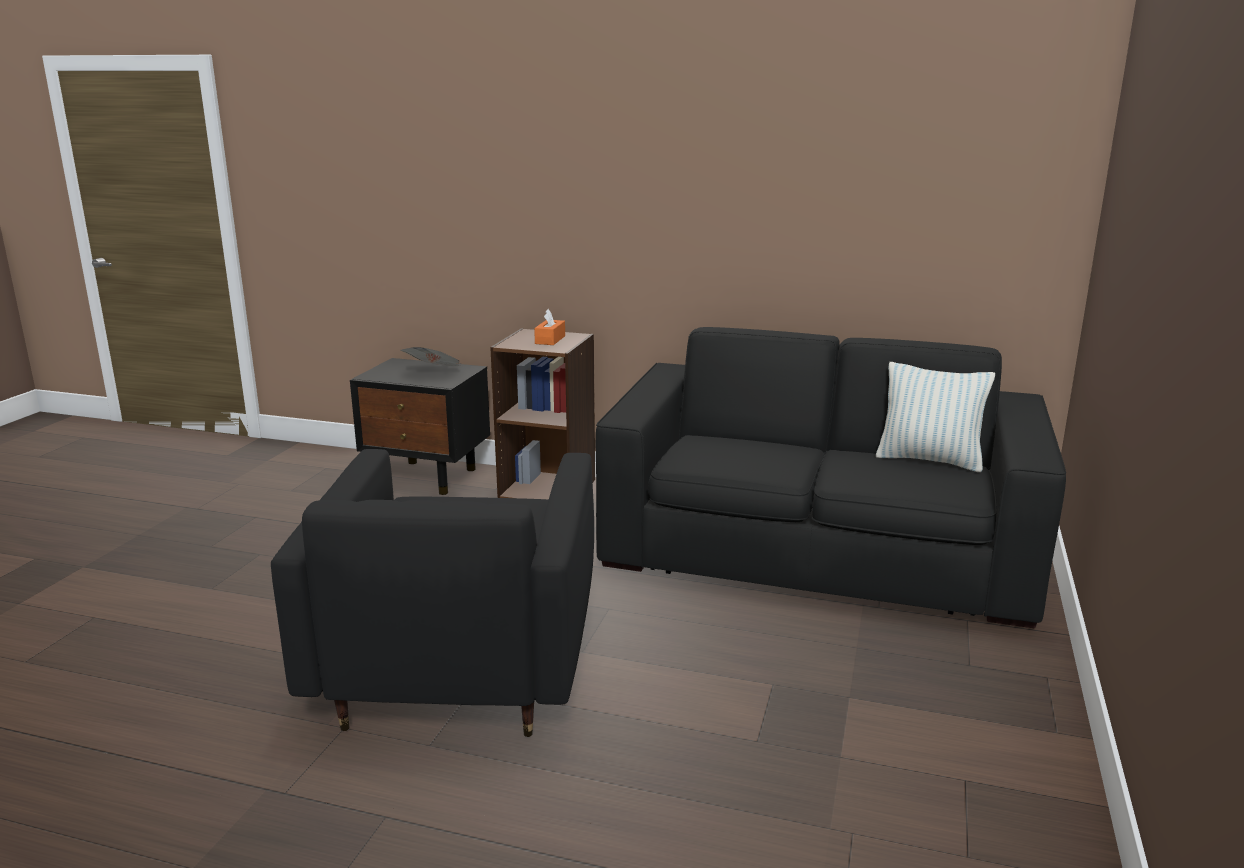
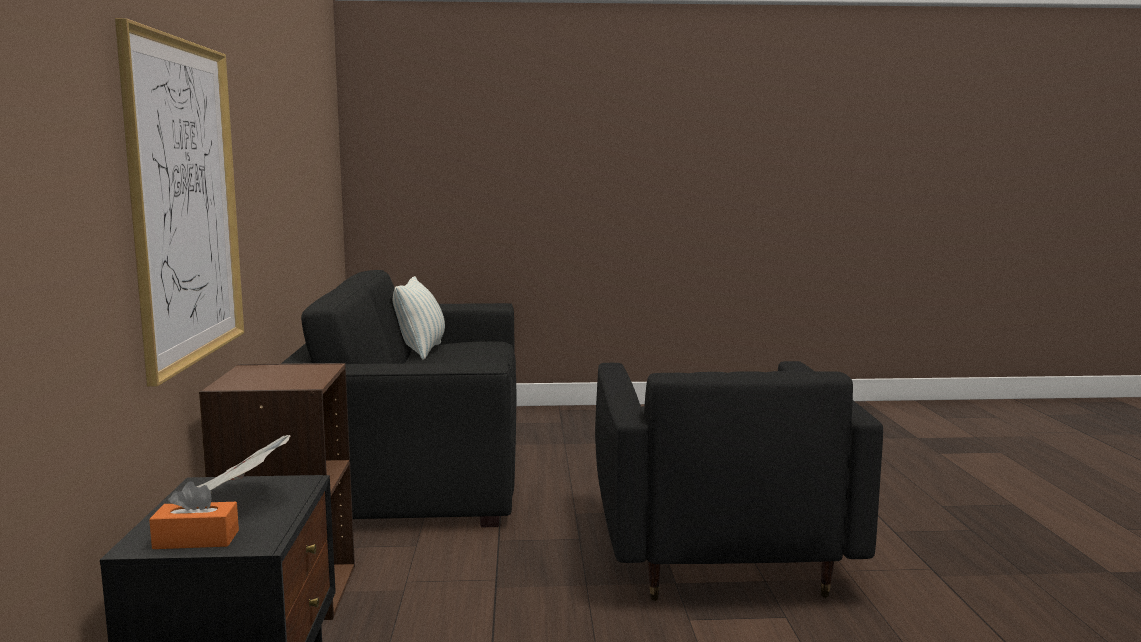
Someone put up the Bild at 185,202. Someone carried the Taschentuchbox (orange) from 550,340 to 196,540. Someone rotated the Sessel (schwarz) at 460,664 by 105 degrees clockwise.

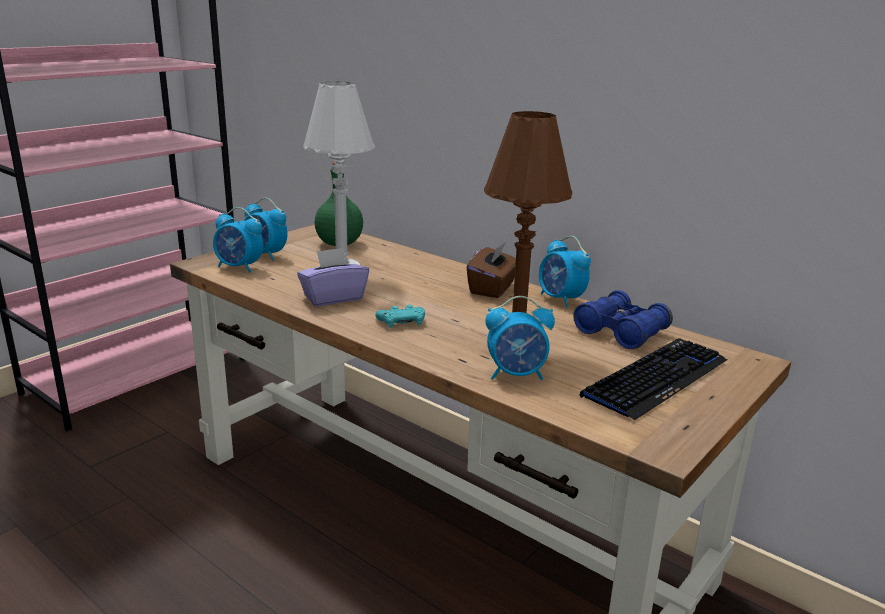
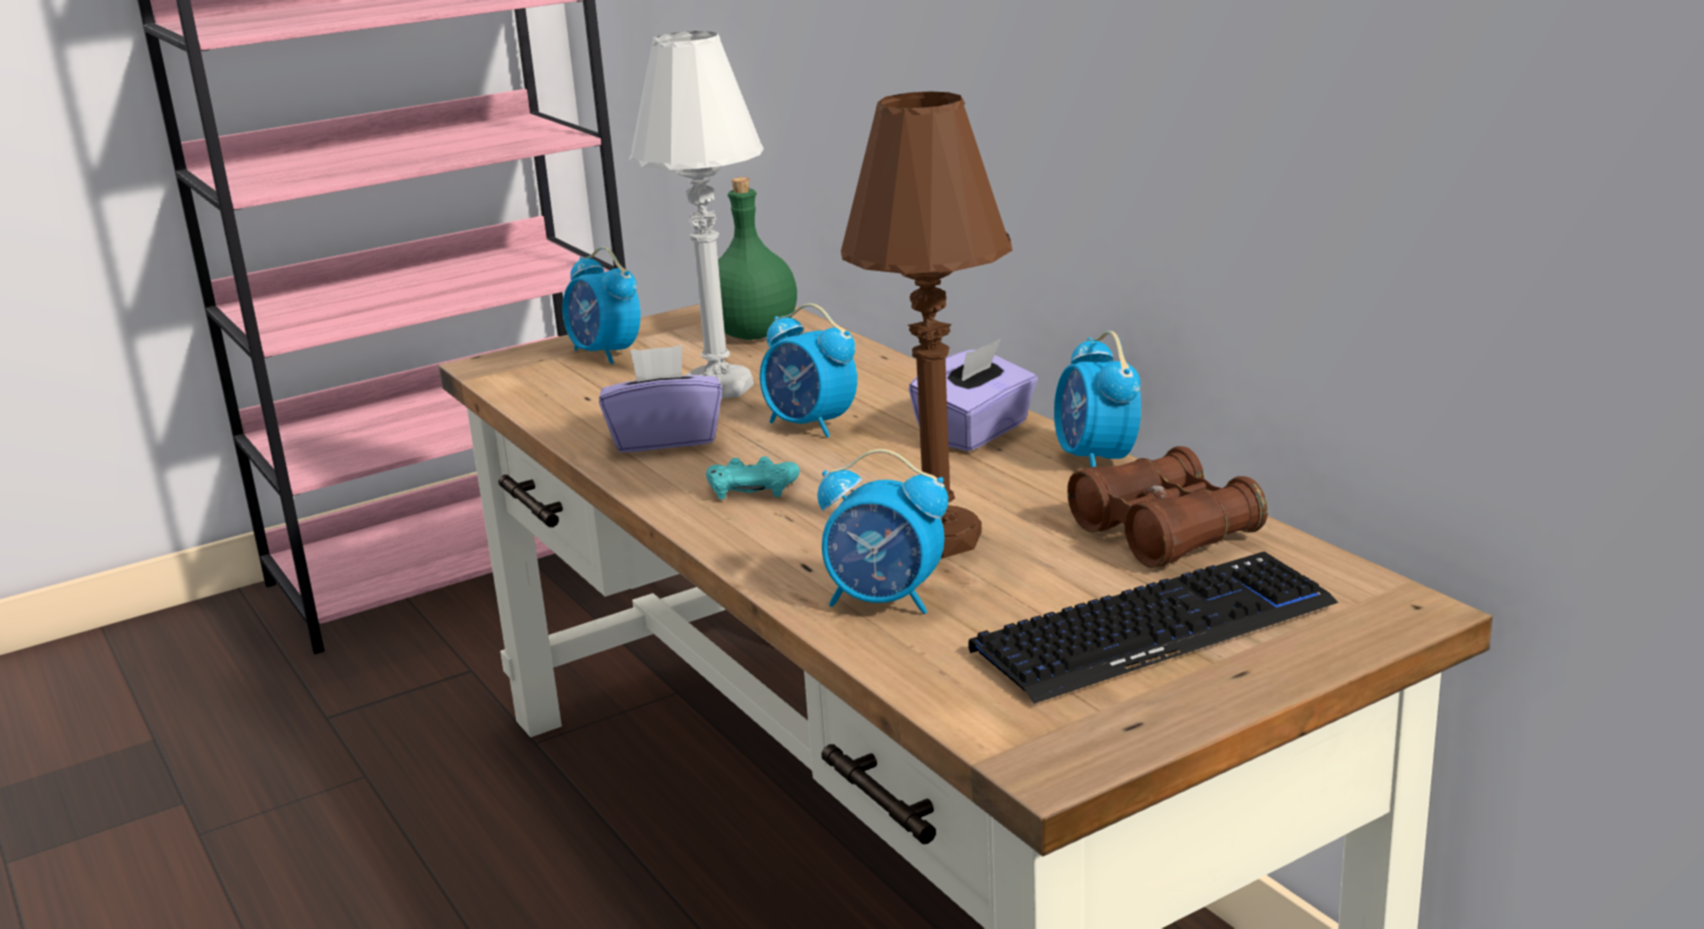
Someone carried the Wecker from 239,267 to 810,425. Someone repainted the Taschentuchbox (braun) at 492,288, which became the Taschentuchbox (lila) at 976,432. Someone repainted the Fernglas (blau) at 621,332, which became the Fernglas (braun) at 1164,533.

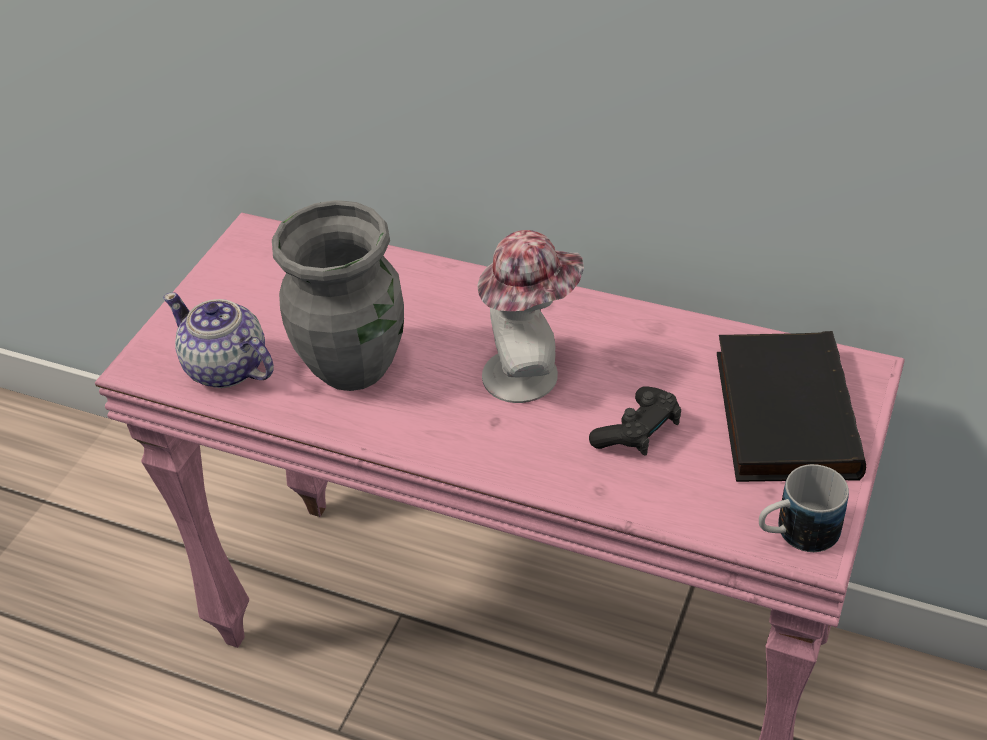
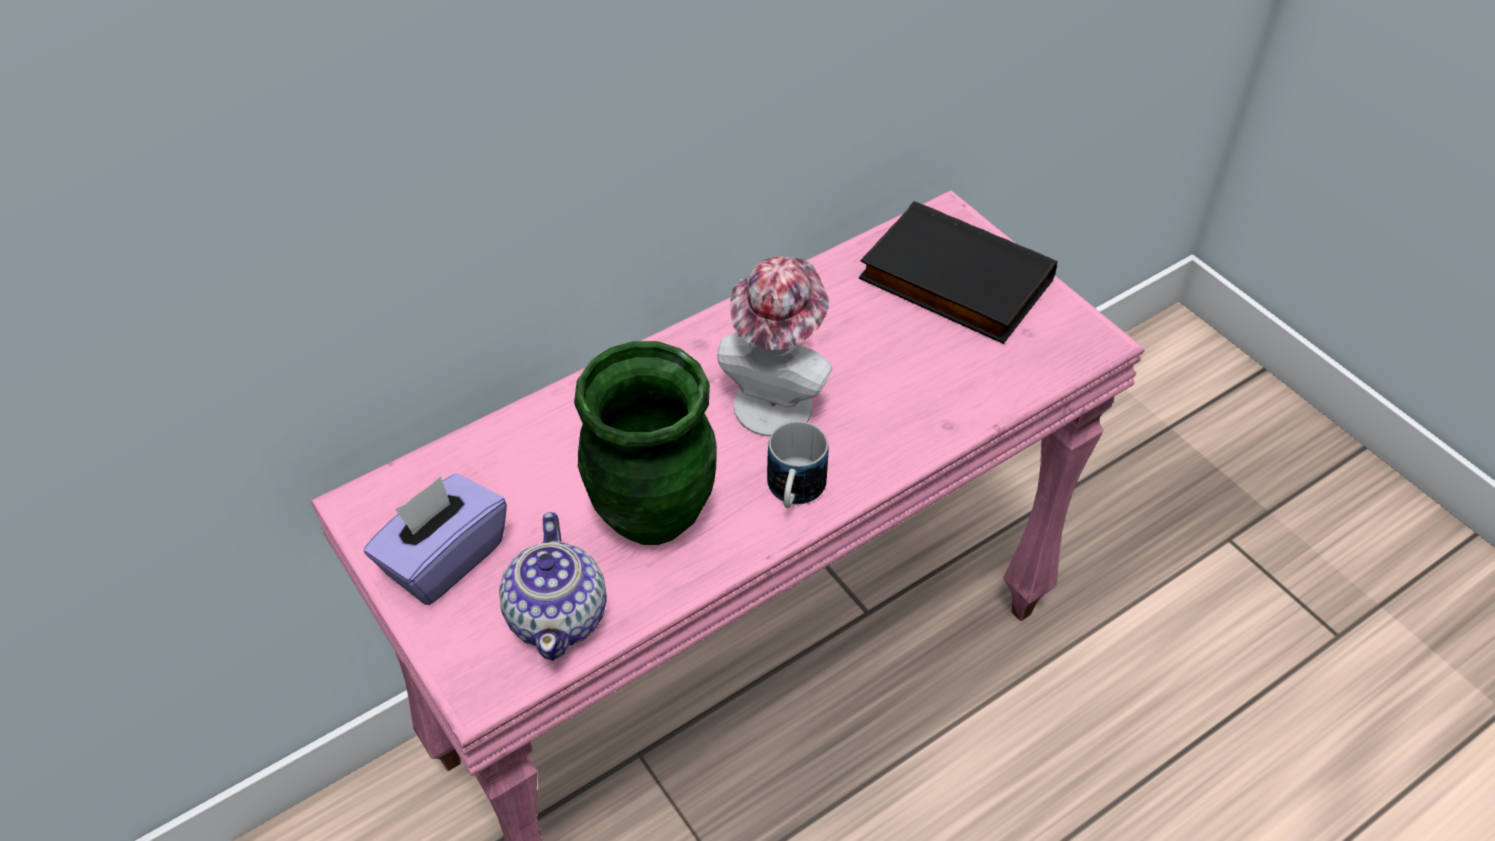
Someone put down the Taschentuchbox (lila) at 444,559. Someone rotated the Teekanne at 227,369 by 75 degrees counterclockwise. Someone repainted the Vase (grau) at 355,366, which became the Vase (grün) at 652,513. Someone carried the Henkelbecher from 796,533 to 794,493. Someone took away the Gamepad (schwarz) at 638,433.

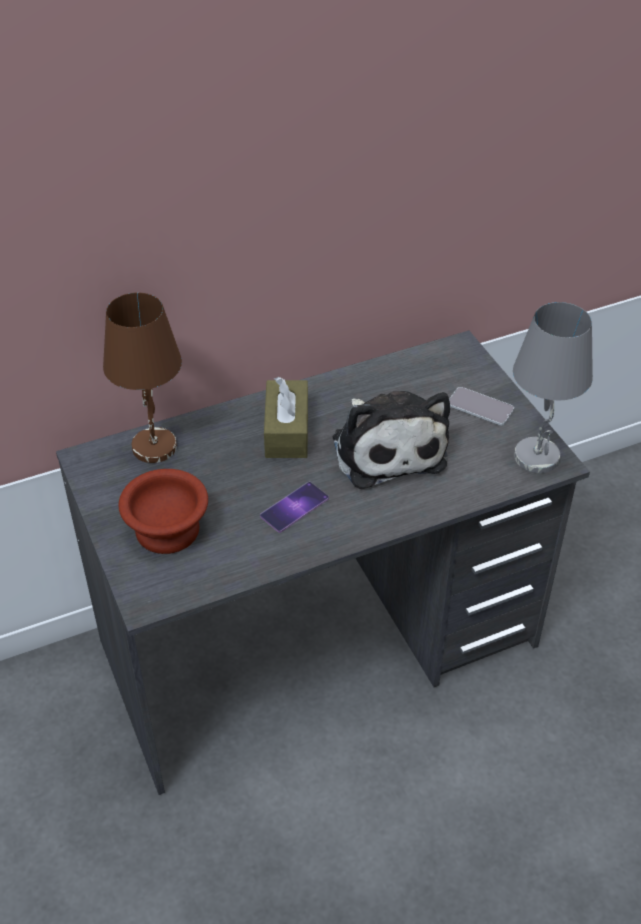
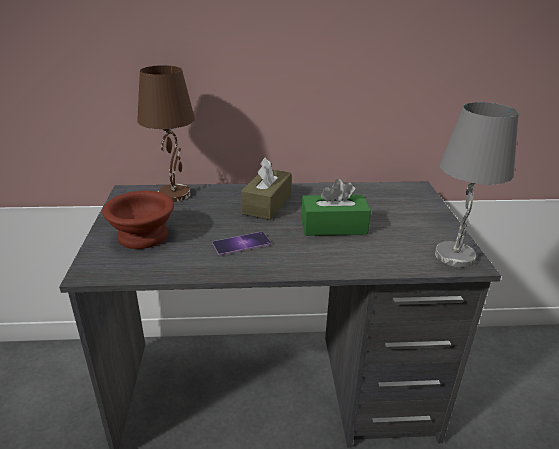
Someone swapped the Plüschtier at 387,448 for the Taschentuchbox (grün) at 333,226. Someone took away the Handy at 480,407.

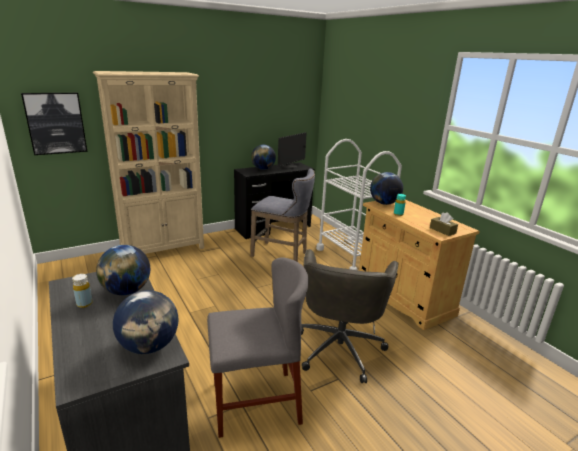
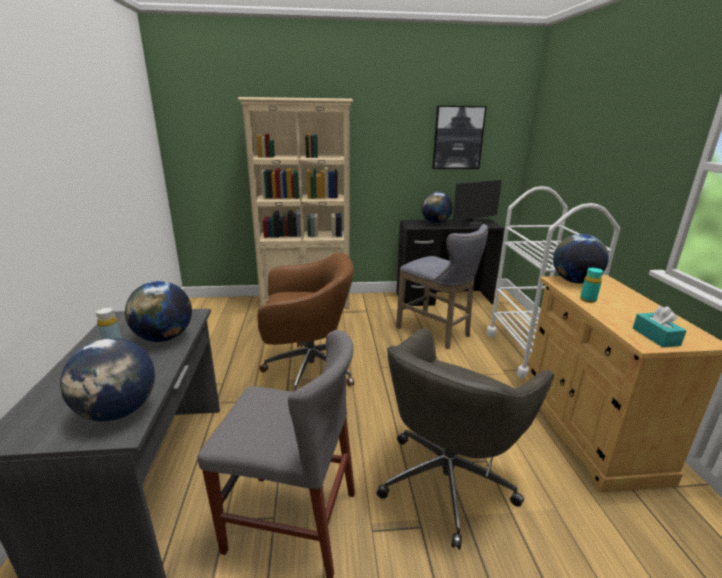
Someone put down the Bürostuhl (braun) at 307,369. Someone carried the Bild from 56,123 to 458,138. Someone repainted the Taschentuchbox (braun) at 442,230, which became the Taschentuchbox (türkis) at 655,336.

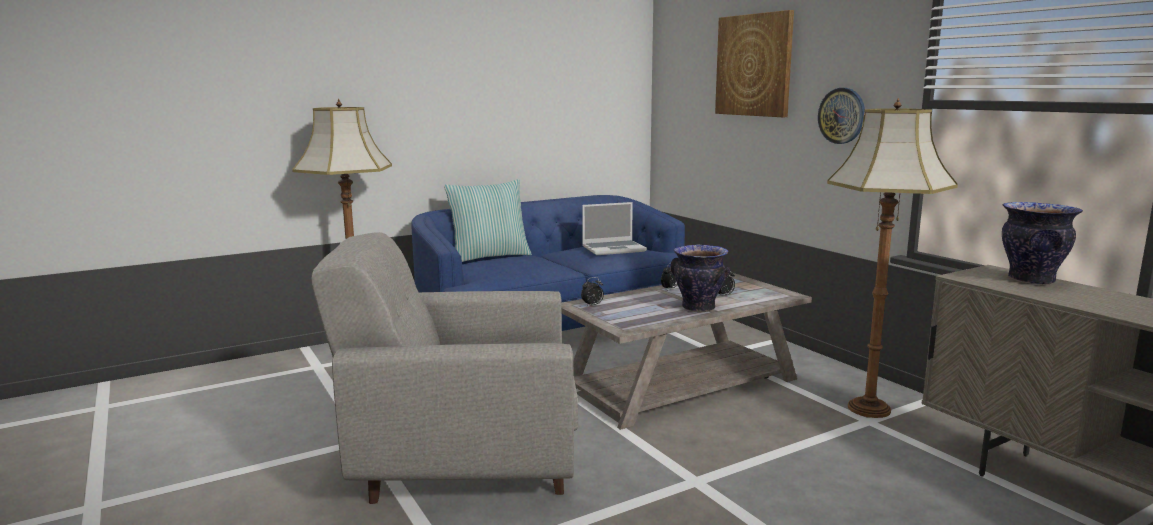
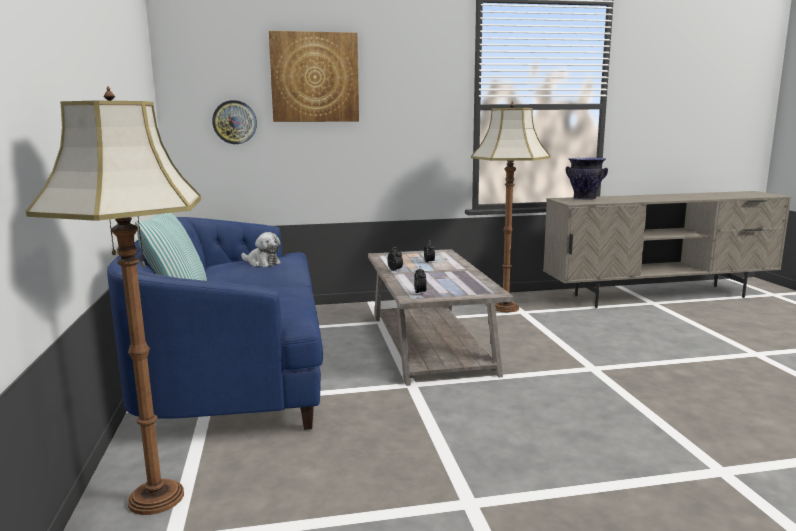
Someone carried the Wanduhr from 842,115 to 234,122. Someone swapped the Laptop at 614,249 for the Plüschtier at 262,263. Someone took away the Sessel (grau) at 462,465. Someone took away the Vase at 698,308.

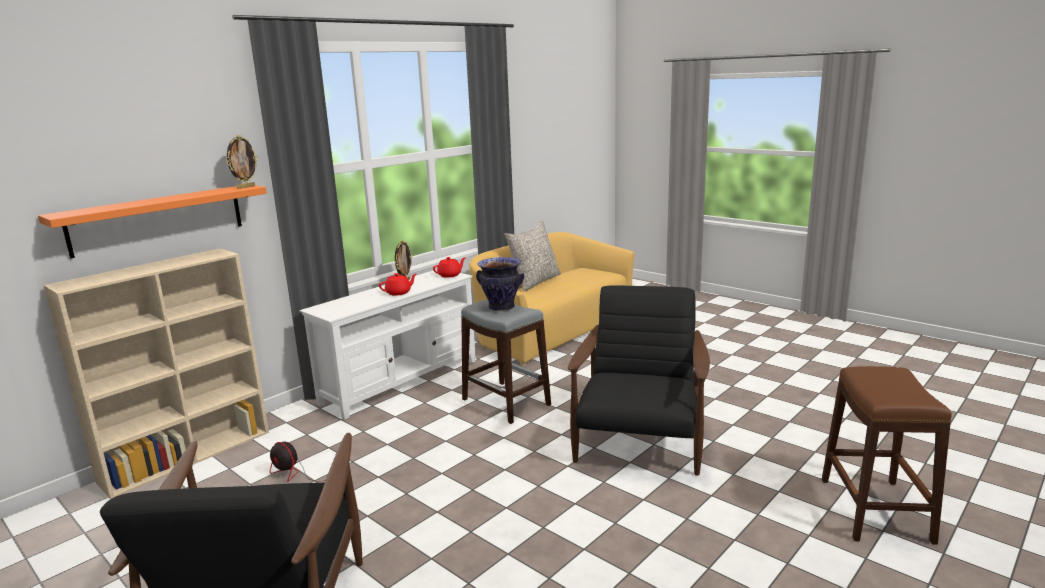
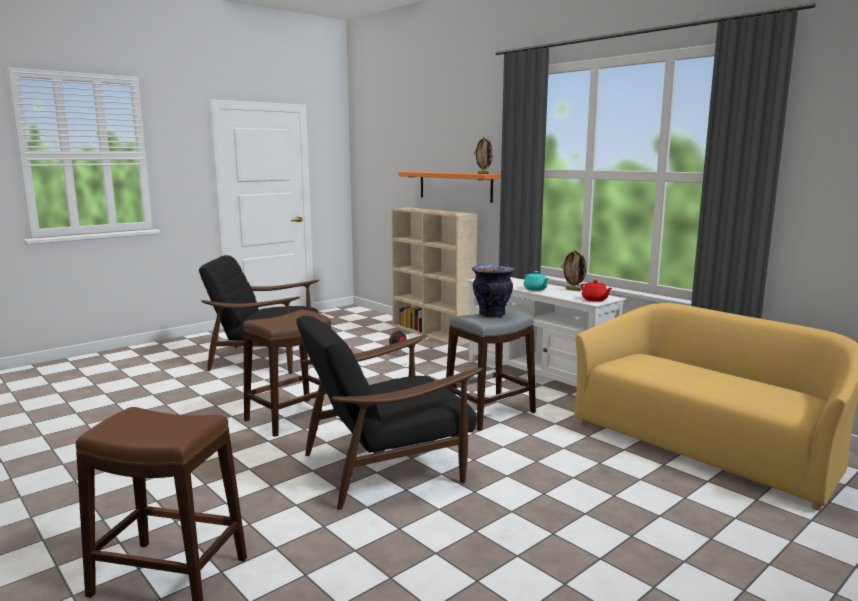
Someone put down the Hocker (braun) at 291,417. Someone rotated the Sessel (schwarz) at 639,440 by 135 degrees clockwise. Someone repainted the Teekanne (rot) at 399,293, which became the Teekanne (türkis) at 535,289. Someone took away the Kissen (grau) at 535,282.

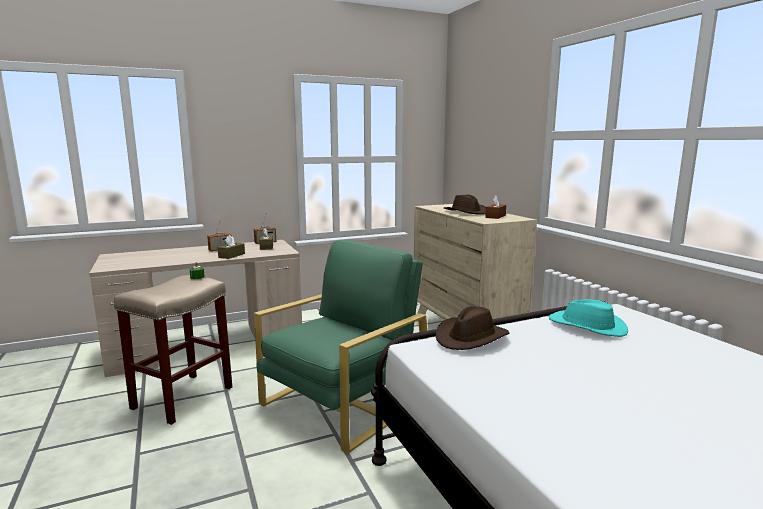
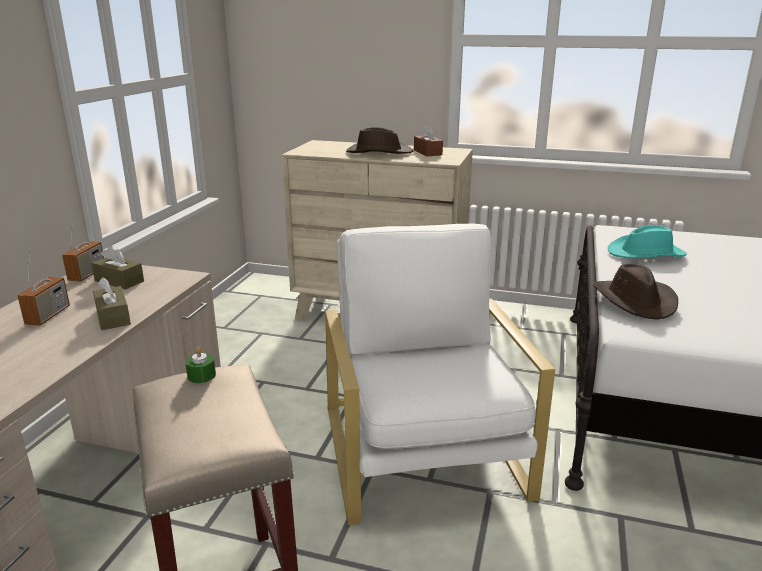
Someone repainted the Sessel (grün) at 345,400, which became the Sessel (weiß) at 423,451.

